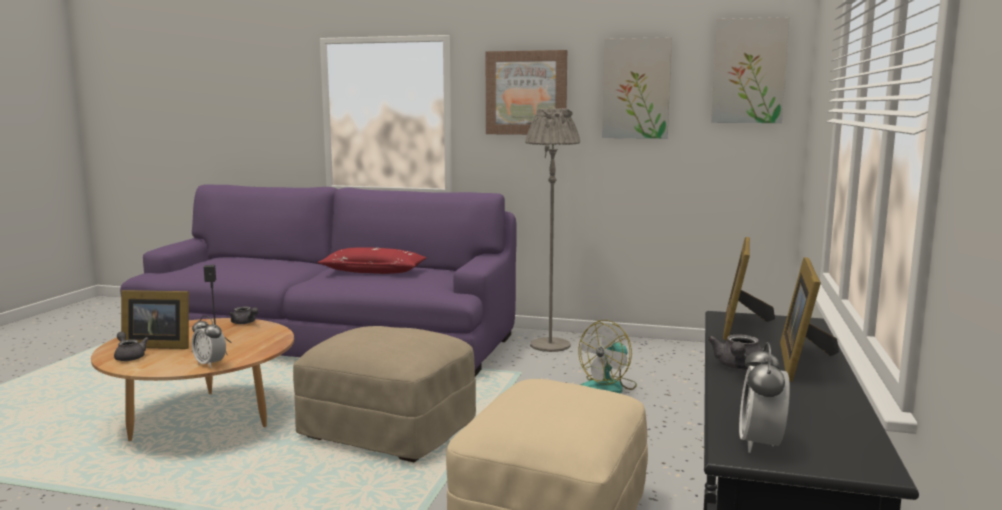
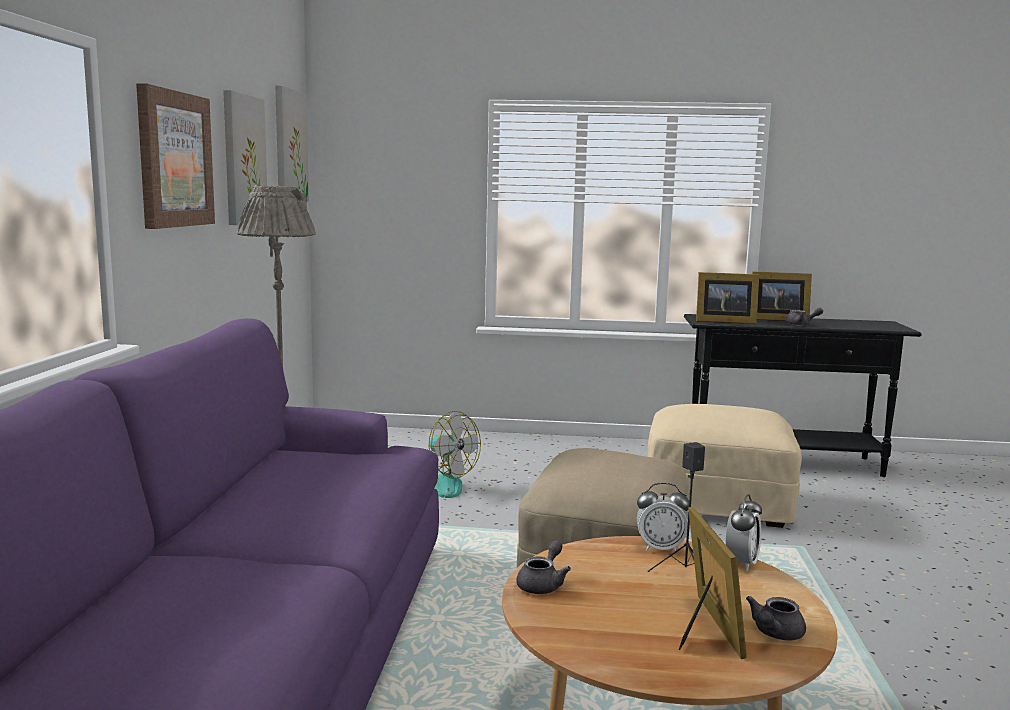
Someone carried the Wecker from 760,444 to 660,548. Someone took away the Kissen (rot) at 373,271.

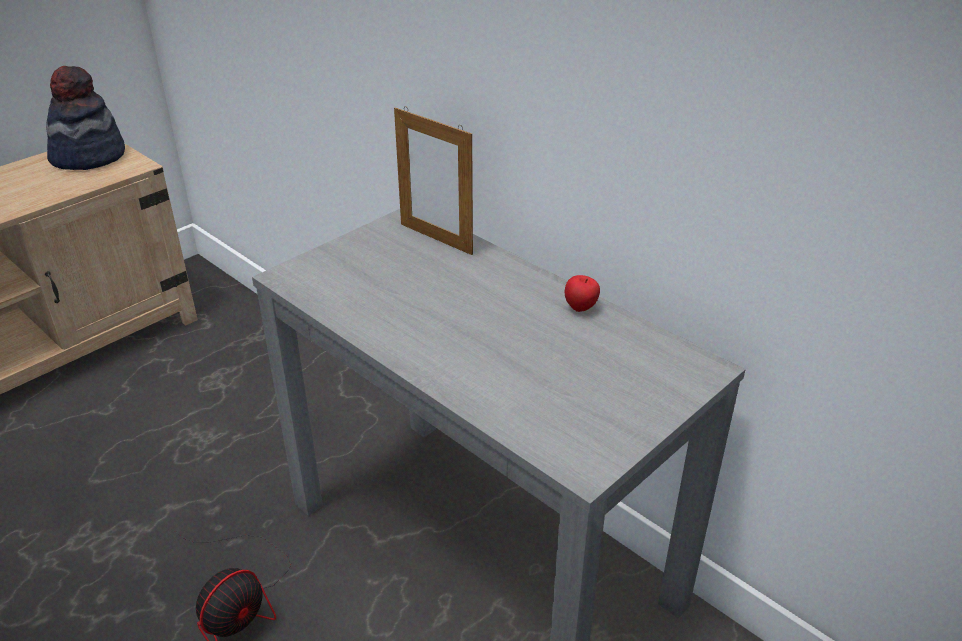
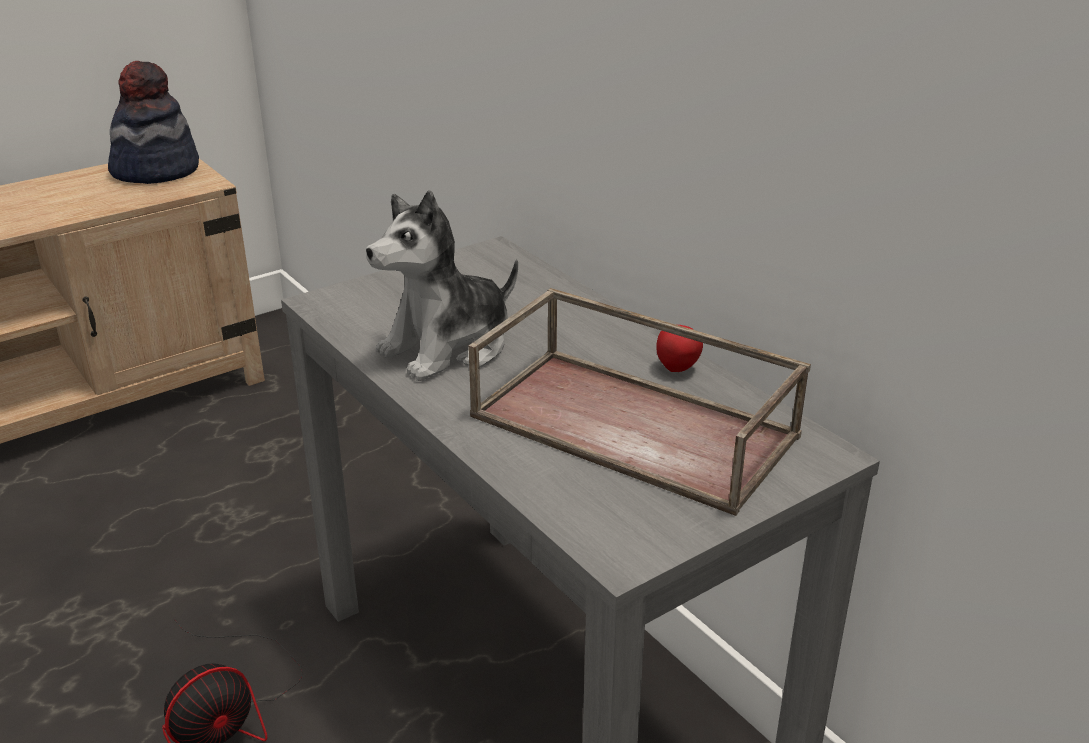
Someone put down the Plüschtier at 448,348. Someone put down the Tablett (braun) at 637,425. Someone took away the Bilderrahmen at 436,239.

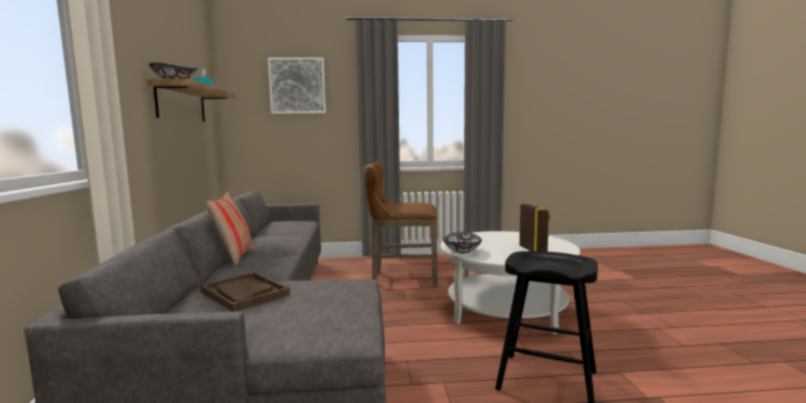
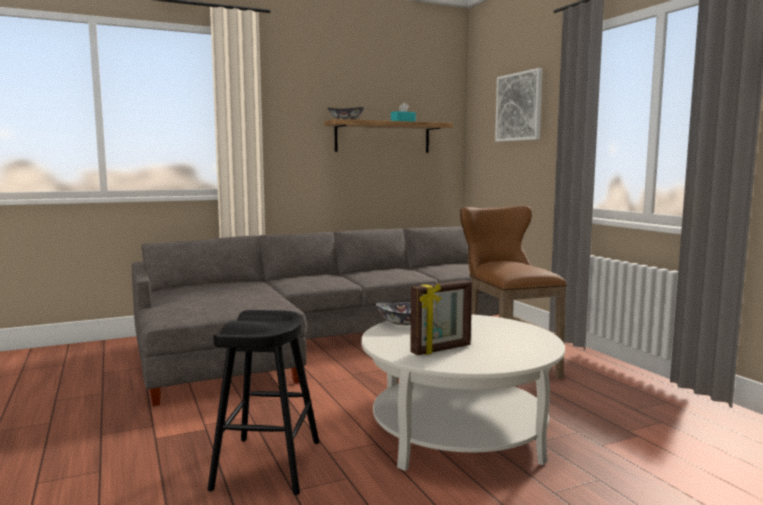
Someone took away the Tablett (braun) at 244,293. Someone took away the Kissen at 234,256.

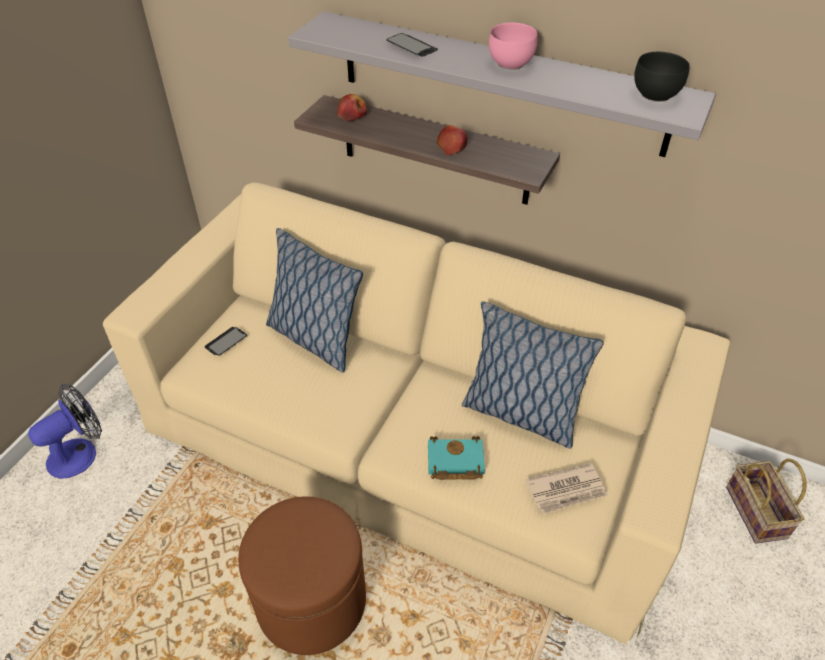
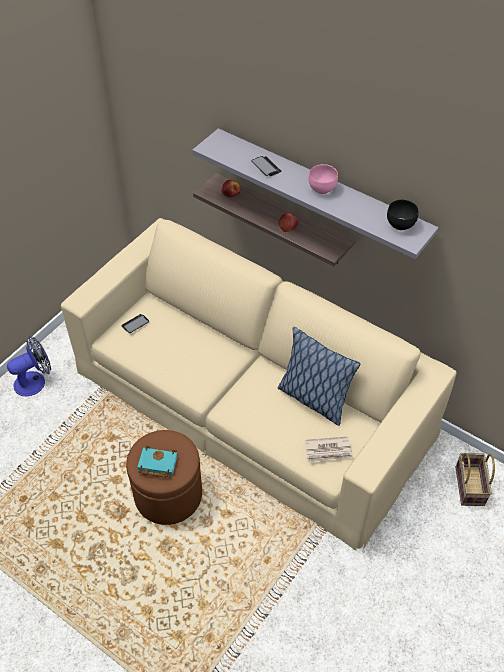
Someone carried the Buch (türkis) from 454,462 to 156,464. Someone took away the Kissen at 314,338.

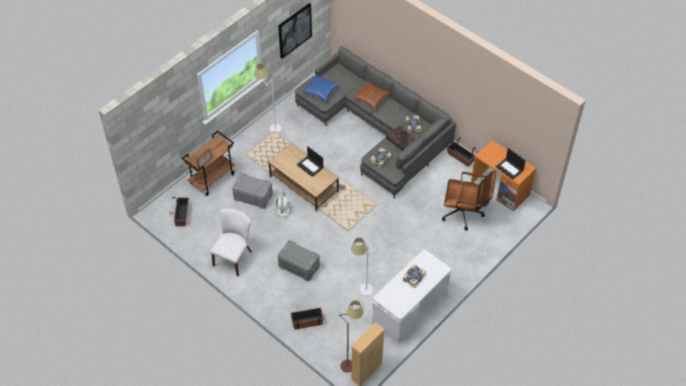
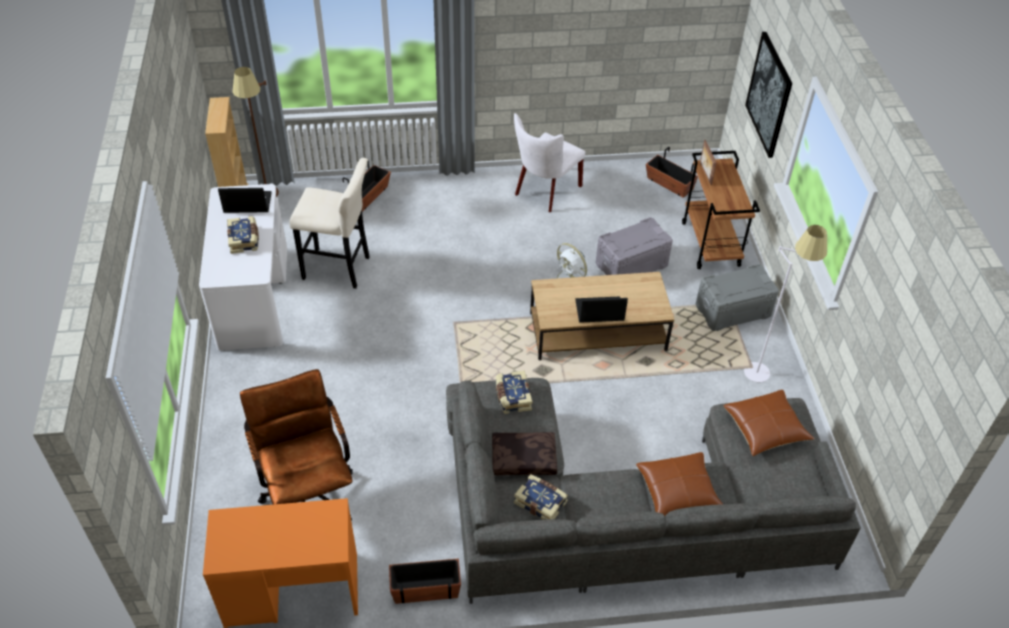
Someone carried the Laptop from 509,169 to 247,203. Someone rotated the Bürostuhl (braun) at 466,214 by 105 degrees clockwise. Someone swapped the Stehlampe (weiß) at 362,293 for the Hocker (beige) at 339,269. Someone rotated the Stuhl (weiß) at 234,257 by 60 degrees clockwise. Someone carried the Aufbewahrungsbox (grau) from 299,266 to 733,311. Someone repainted the Kissen (blau) at 320,91, which became the Kissen (braun) at 765,429. Someone carried the Bild from 294,30 to 769,94.

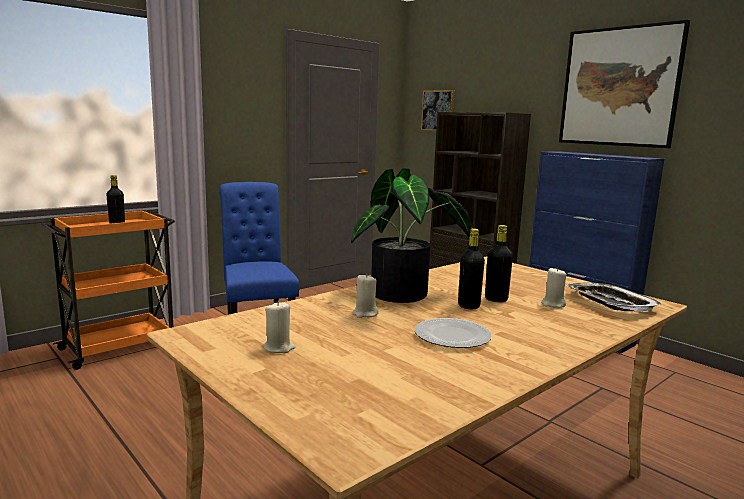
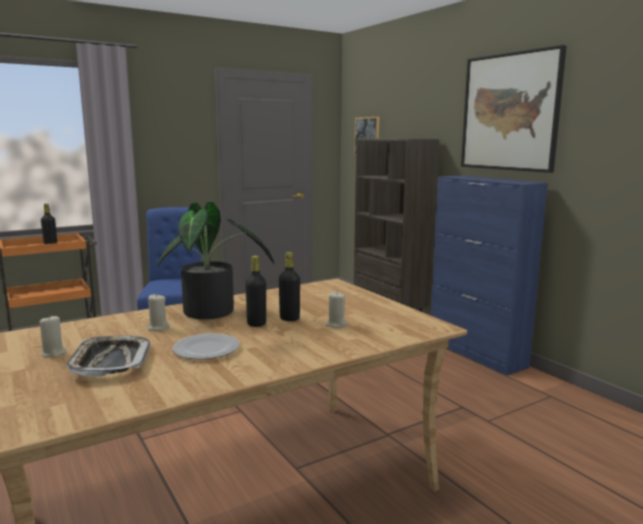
Someone carried the Tablett from 610,303 to 110,361.

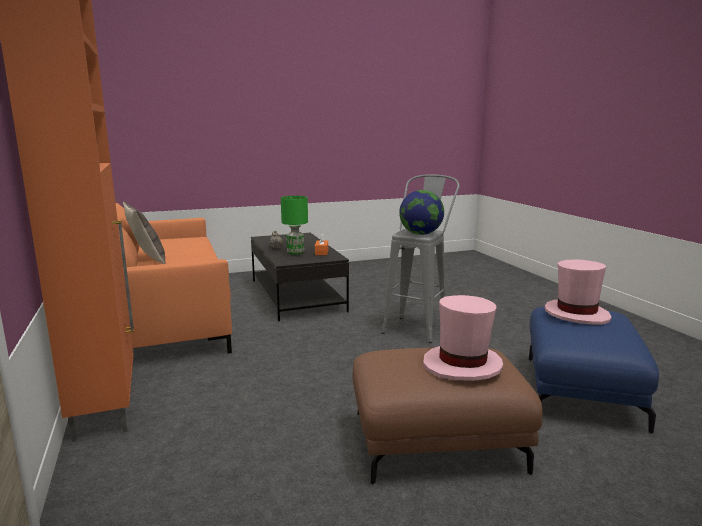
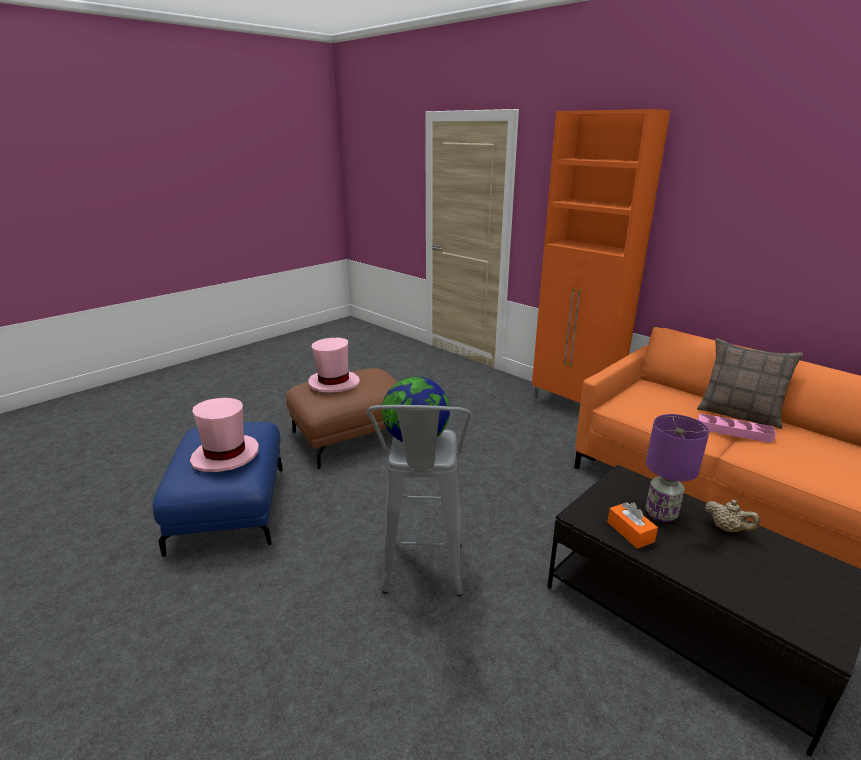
Someone repainted the Tischlampe (grün) at 295,253, which became the Tischlampe (lila) at 660,513. Someone put down the Tablett (rosa) at 734,431.

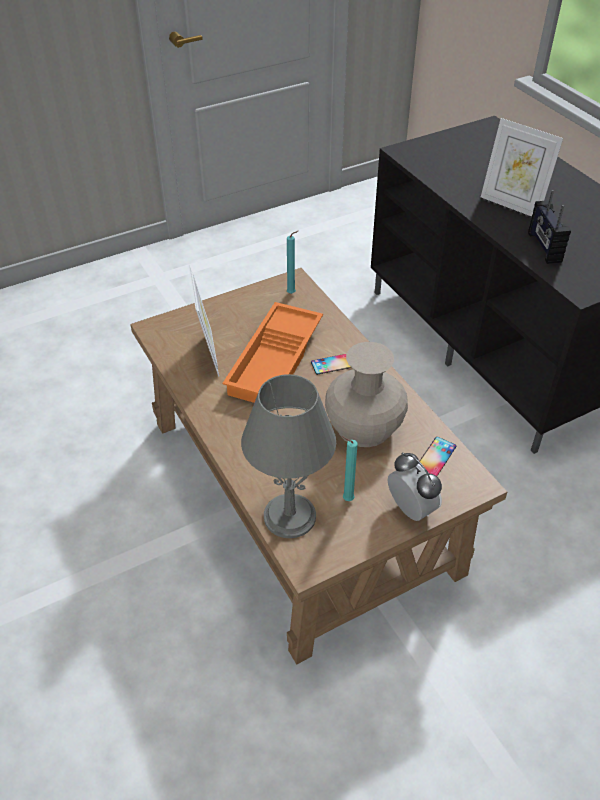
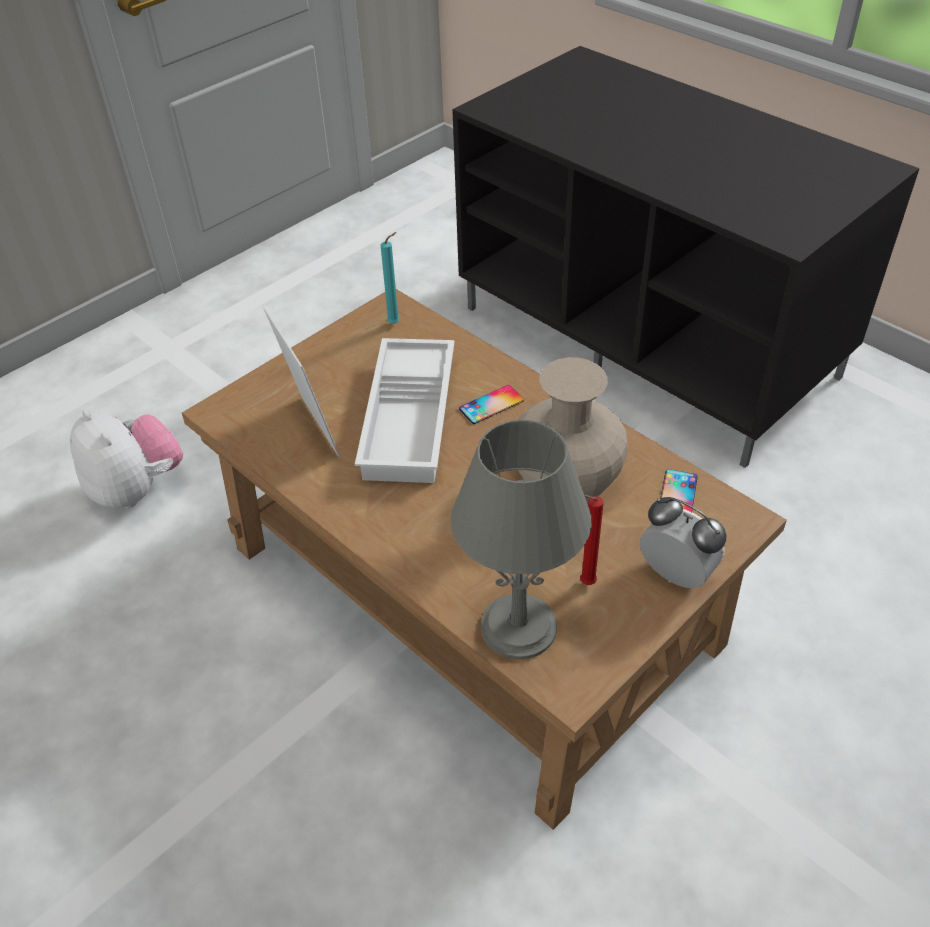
Someone put down the Plüschtier at 137,489. Someone repainted the Tablett (orange) at 276,361, which became the Tablett (weiß) at 412,418. Someone repainted the Kerze (türkis) at 346,499, which became the Kerze (rot) at 585,583. Someone took away the Bilderrahmen at 512,205. Someone took away the Radio at 543,247.

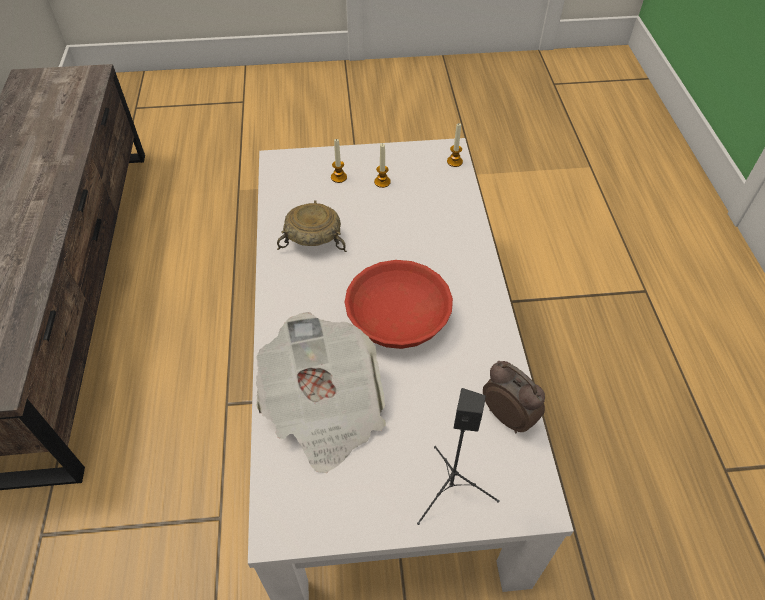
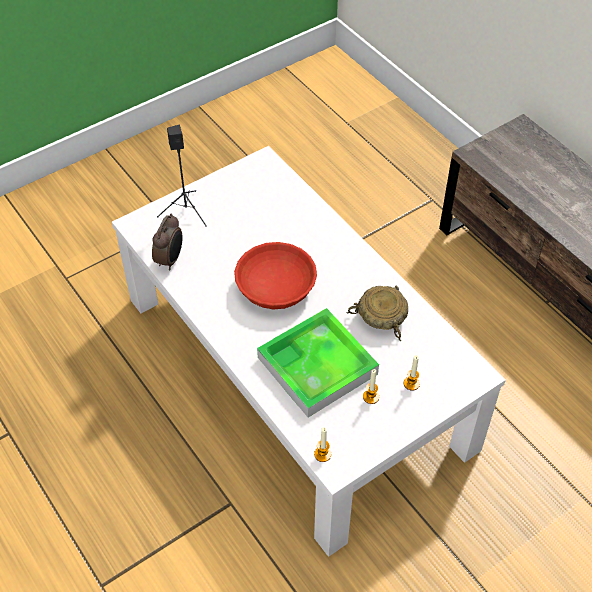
Someone rotated the Wecker at 508,416 by 90 degrees counterclockwise. Someone put down the Tablett at 317,366. Someone took away the Zeitung at 324,409.

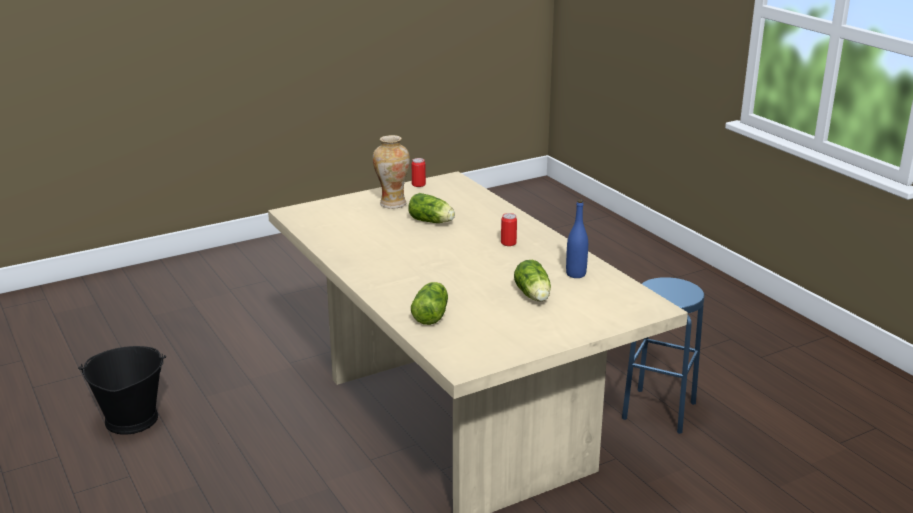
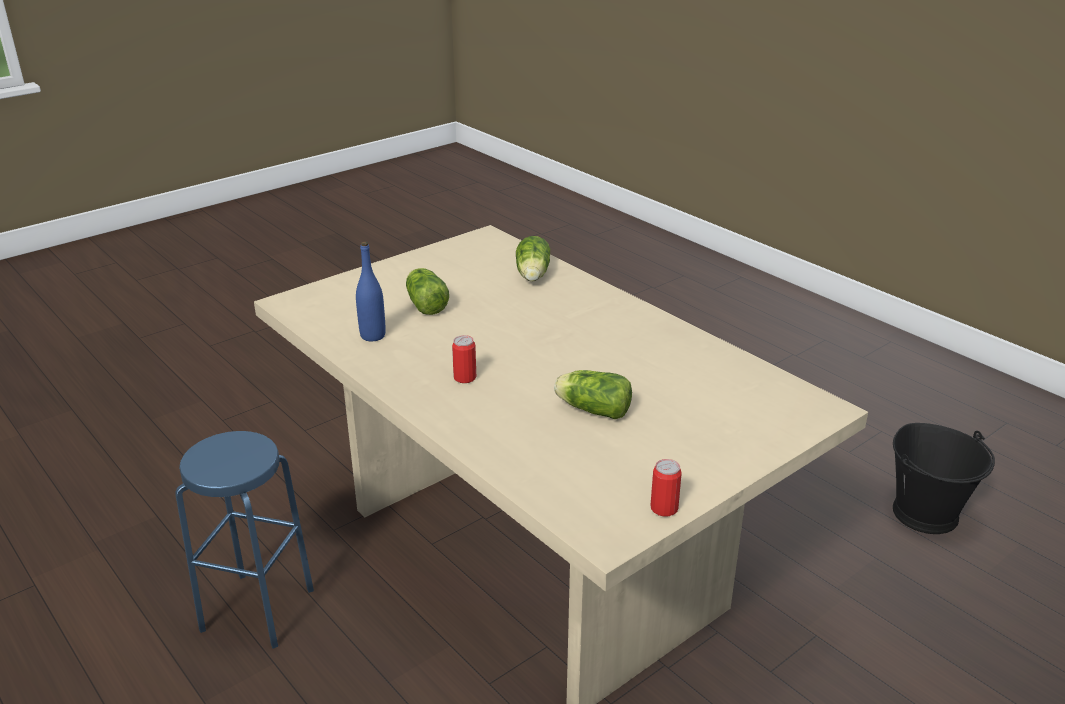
Someone took away the Vase at 392,203.

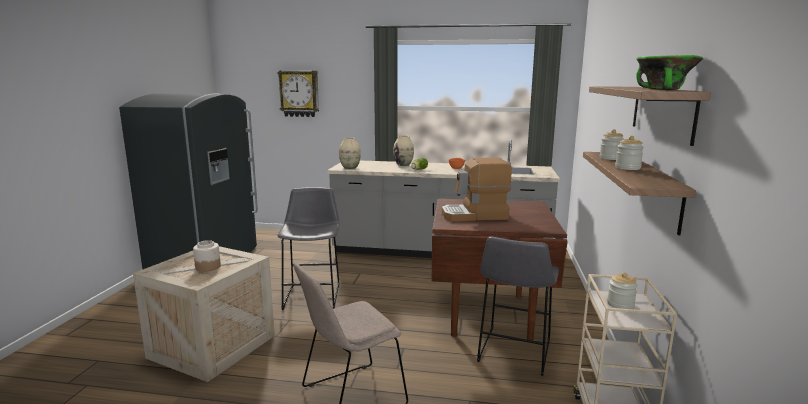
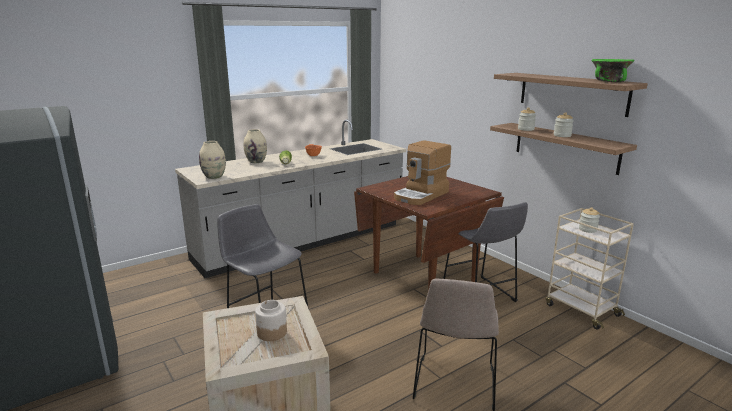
Someone took away the Wanduhr at 299,93.

